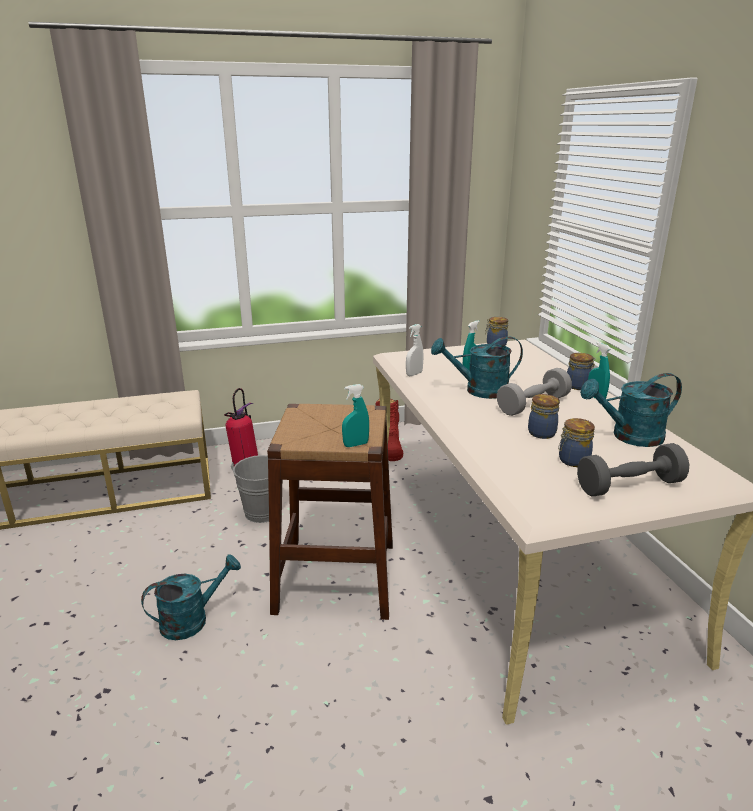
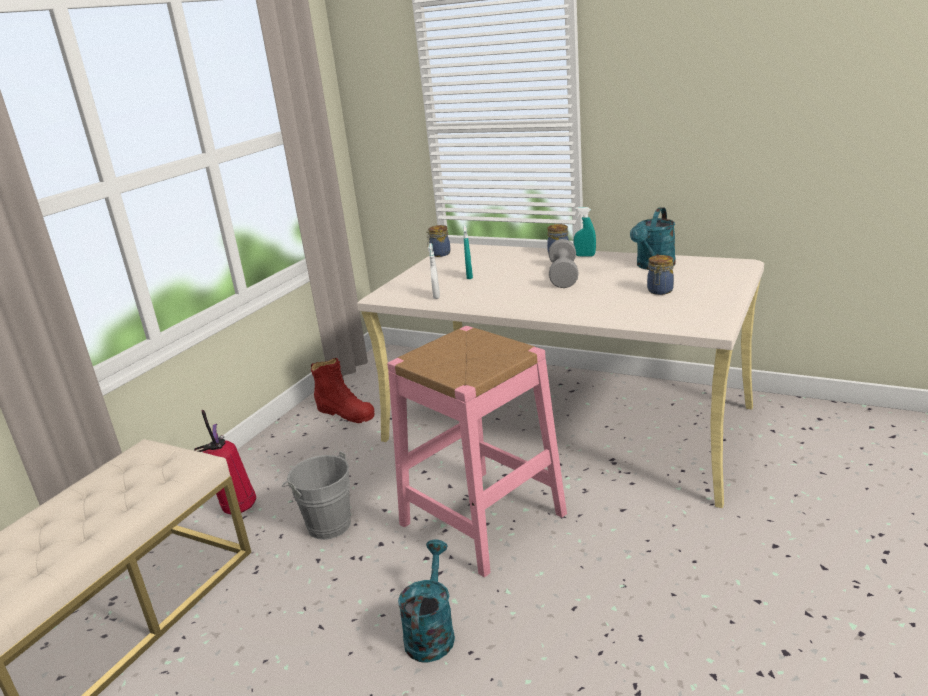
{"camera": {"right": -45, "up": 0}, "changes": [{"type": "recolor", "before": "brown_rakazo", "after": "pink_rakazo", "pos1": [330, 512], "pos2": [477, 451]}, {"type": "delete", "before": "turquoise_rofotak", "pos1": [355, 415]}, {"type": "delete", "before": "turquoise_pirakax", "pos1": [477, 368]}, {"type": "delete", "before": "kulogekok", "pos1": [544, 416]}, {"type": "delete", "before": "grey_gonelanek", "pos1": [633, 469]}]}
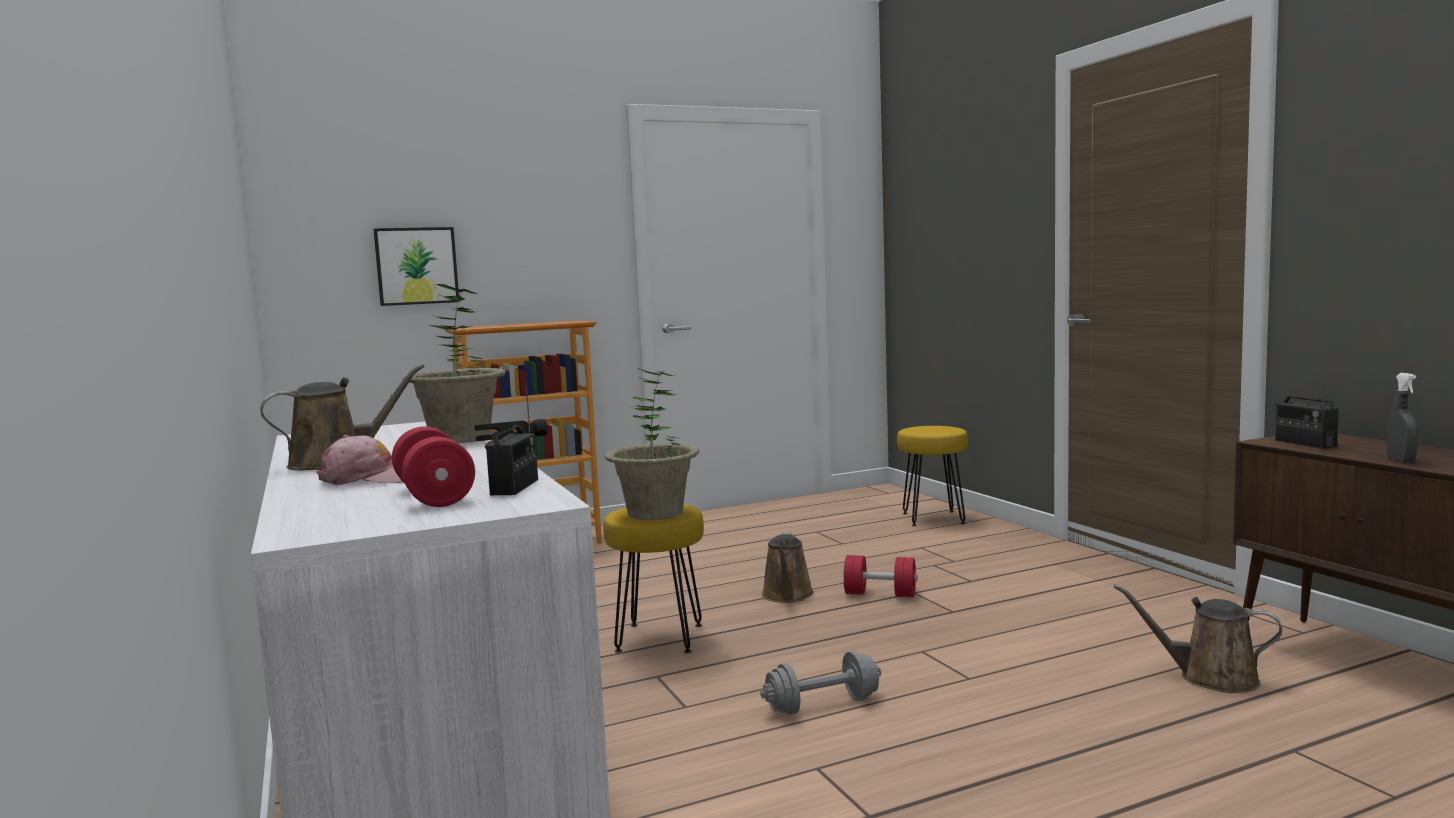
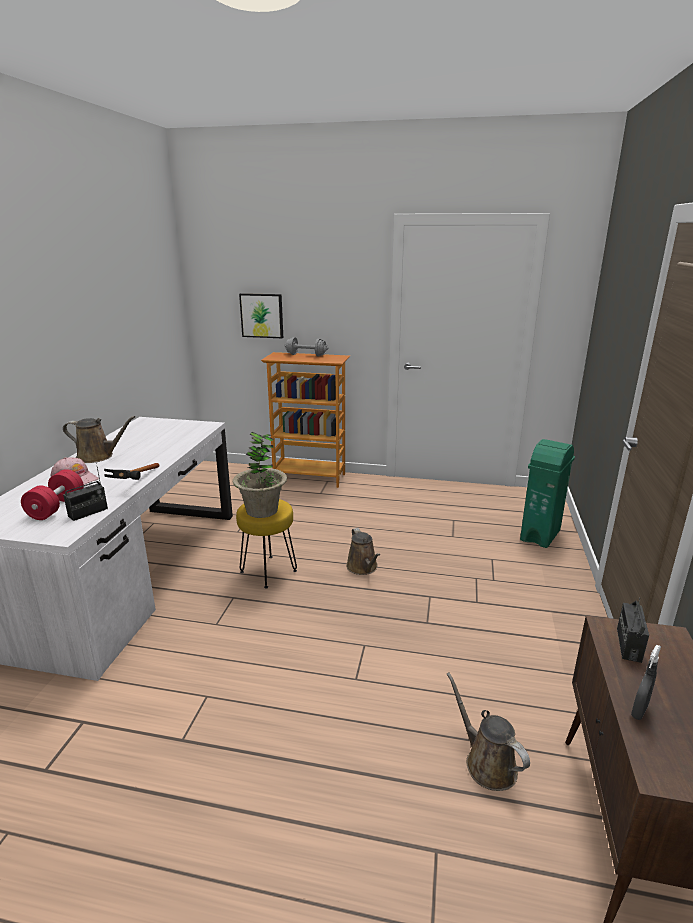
{"camera": {"right": 35, "up": 15}, "changes": [{"type": "delete", "before": "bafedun", "pos1": [454, 363]}, {"type": "move", "before": "grey_gonelanek", "pos1": [821, 683], "pos2": [306, 346]}, {"type": "rotate", "before": "brown_pirakax", "pos1": [788, 568], "pos2": [363, 551], "turn": -60}, {"type": "delete", "before": "red_gonelanek", "pos1": [880, 576]}, {"type": "replace", "before": "yellow_rakazo", "after": "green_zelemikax", "pos1": [932, 476], "pos2": [547, 493]}]}
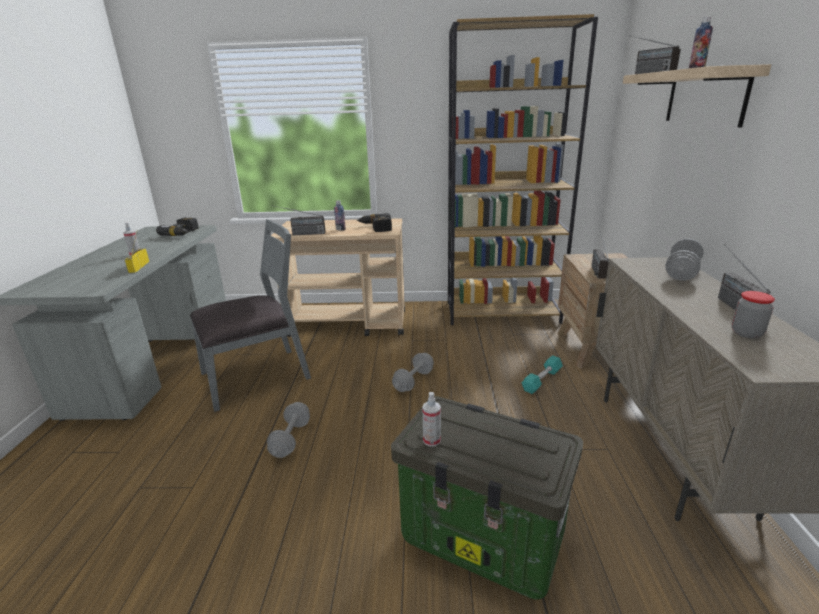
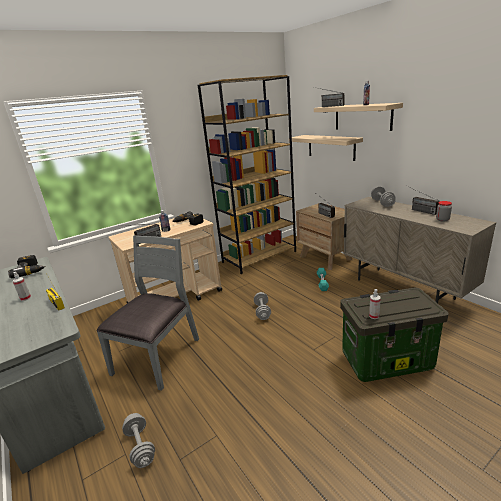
{"camera": {"right": -35, "up": 0}, "changes": [{"type": "move", "before": "grey_gonelanek", "pos1": [288, 430], "pos2": [138, 440]}, {"type": "insert", "after": "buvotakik", "pos2": [326, 148]}]}
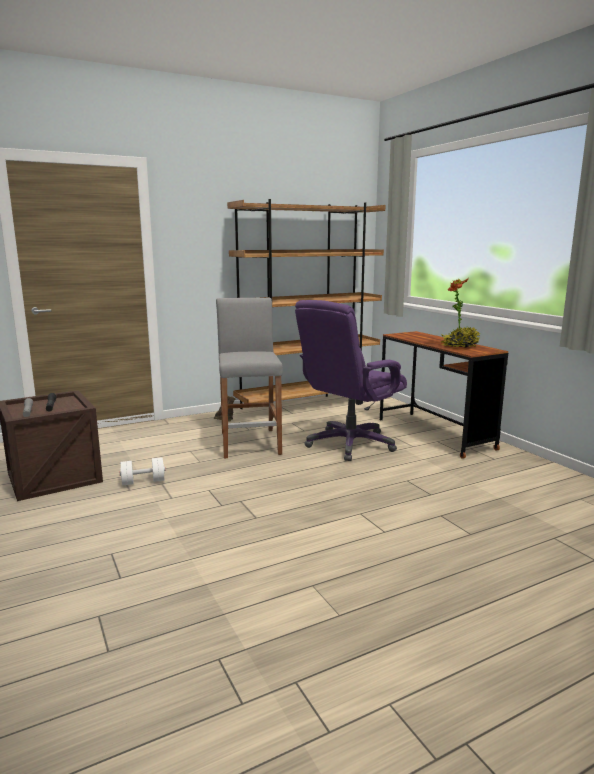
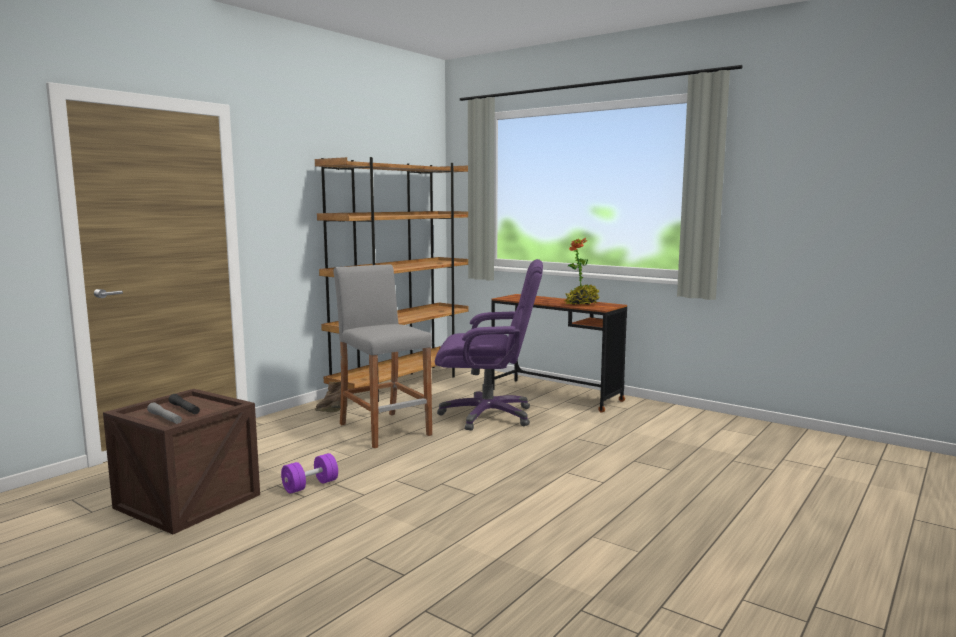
{"camera": {"right": -25, "up": -5}, "changes": [{"type": "recolor", "before": "white_gonelanek", "after": "purple_gonelanek", "pos1": [142, 471], "pos2": [309, 473]}, {"type": "rotate", "before": "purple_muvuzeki", "pos1": [351, 380], "pos2": [489, 345], "turn": -105}]}
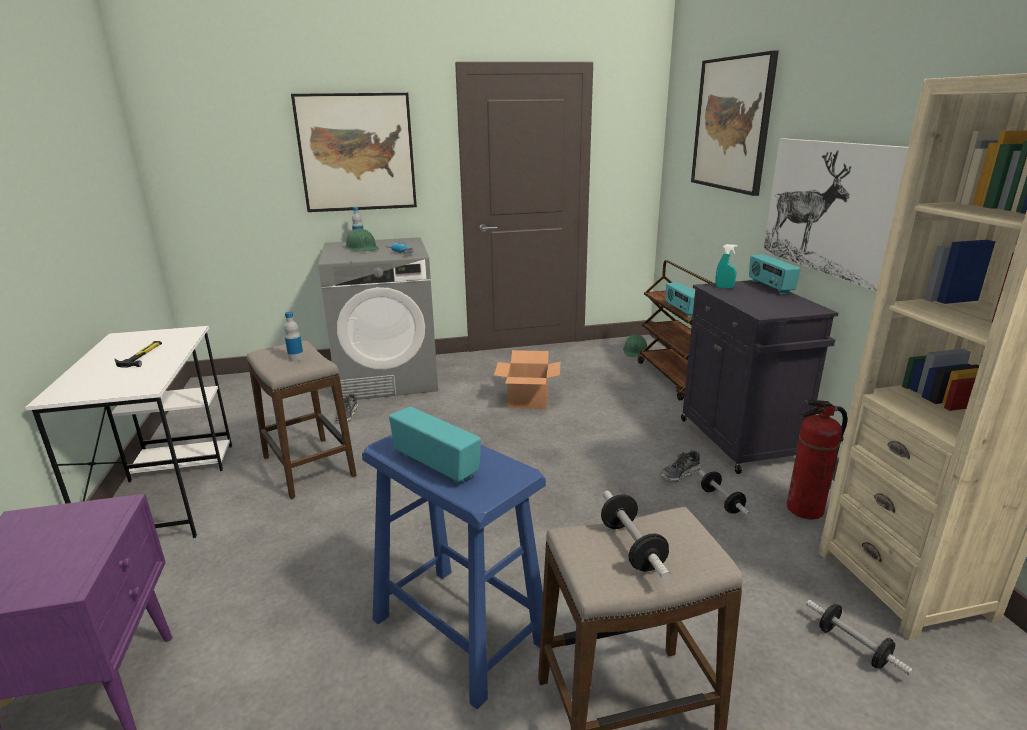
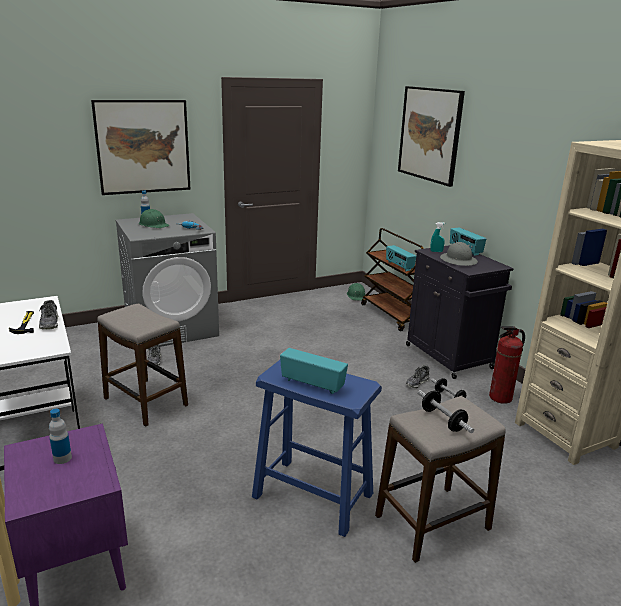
{"camera": {"right": -15, "up": 0}, "changes": [{"type": "move", "before": "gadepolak", "pos1": [294, 337], "pos2": [60, 436]}, {"type": "delete", "before": "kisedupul", "pos1": [527, 379]}, {"type": "delete", "before": "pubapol", "pos1": [835, 214]}, {"type": "delete", "before": "gonelanek", "pos1": [859, 638]}, {"type": "insert", "after": "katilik", "pos2": [48, 315]}, {"type": "insert", "after": "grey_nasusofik", "pos2": [459, 254]}]}
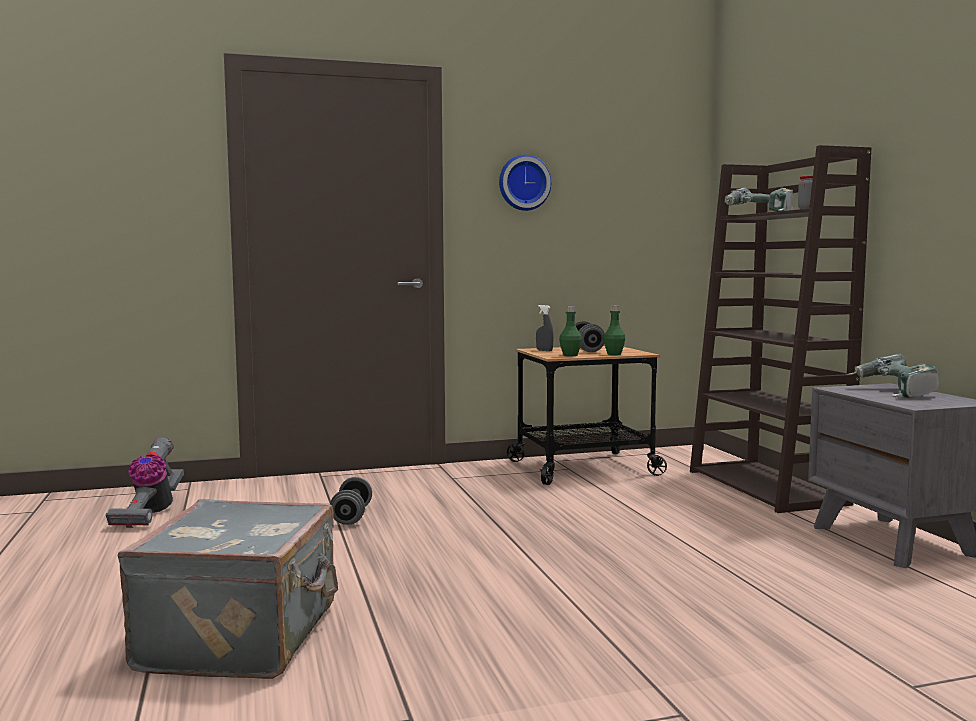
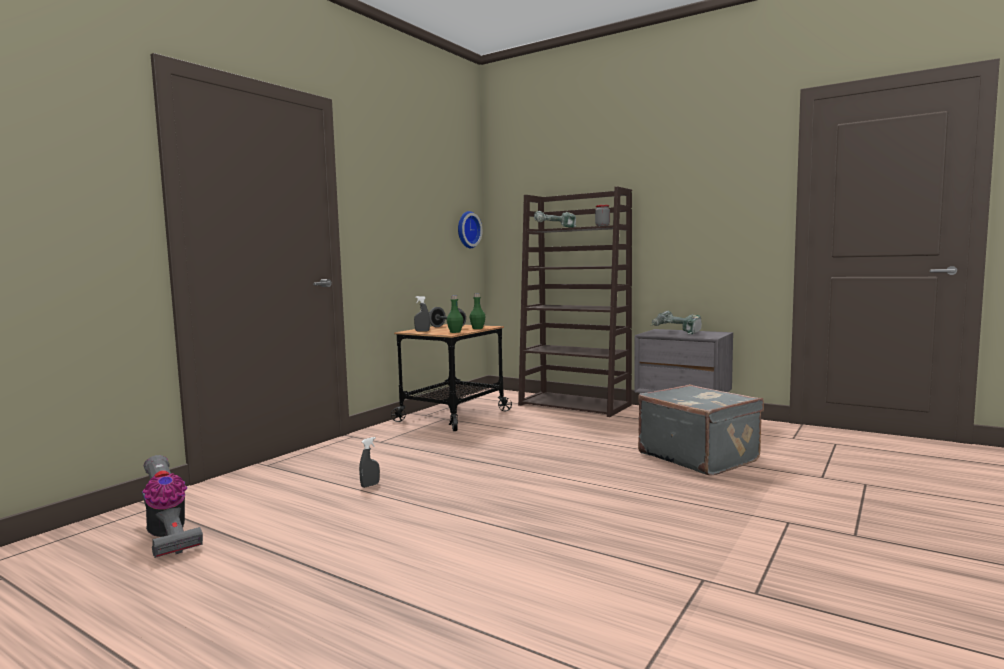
{"camera": {"right": -40, "up": 0}, "changes": [{"type": "move", "before": "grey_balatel", "pos1": [228, 589], "pos2": [701, 430]}, {"type": "replace", "before": "grey_gonelanek", "after": "grey_rofotak", "pos1": [351, 501], "pos2": [369, 462]}, {"type": "move", "before": "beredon", "pos1": [525, 183], "pos2": [470, 229]}]}
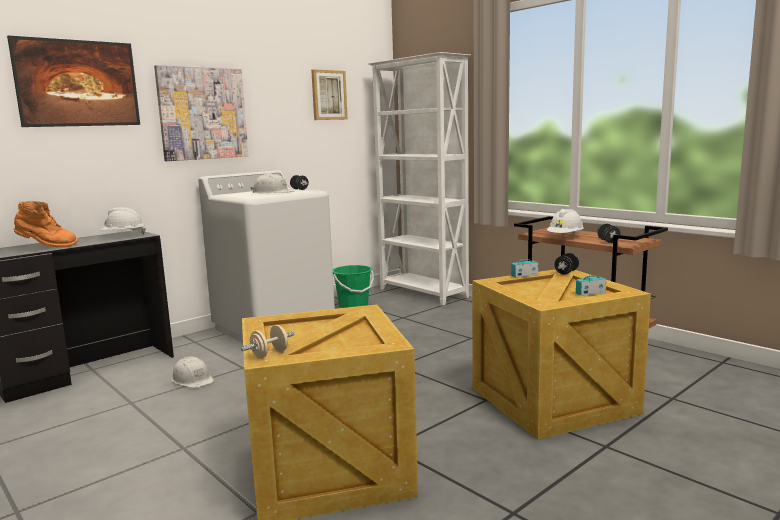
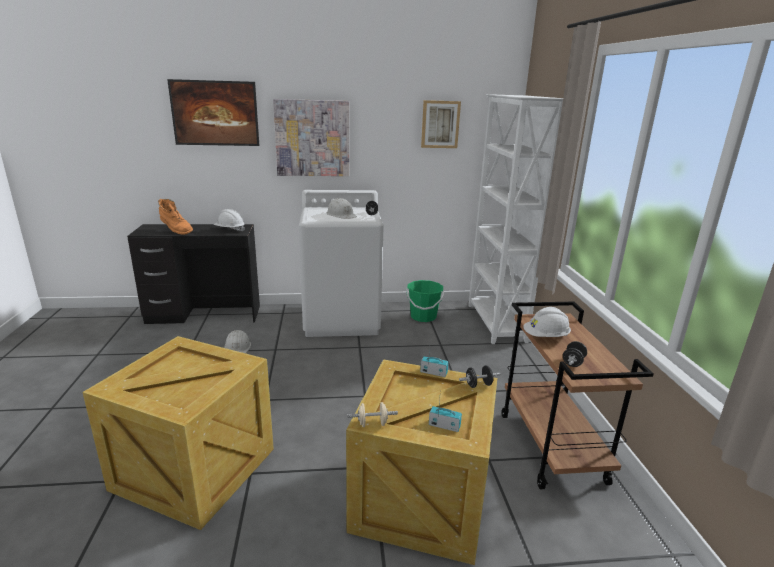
{"camera": {"right": 35, "up": 10}, "changes": [{"type": "move", "before": "beige_gonelanek", "pos1": [268, 341], "pos2": [372, 414]}]}
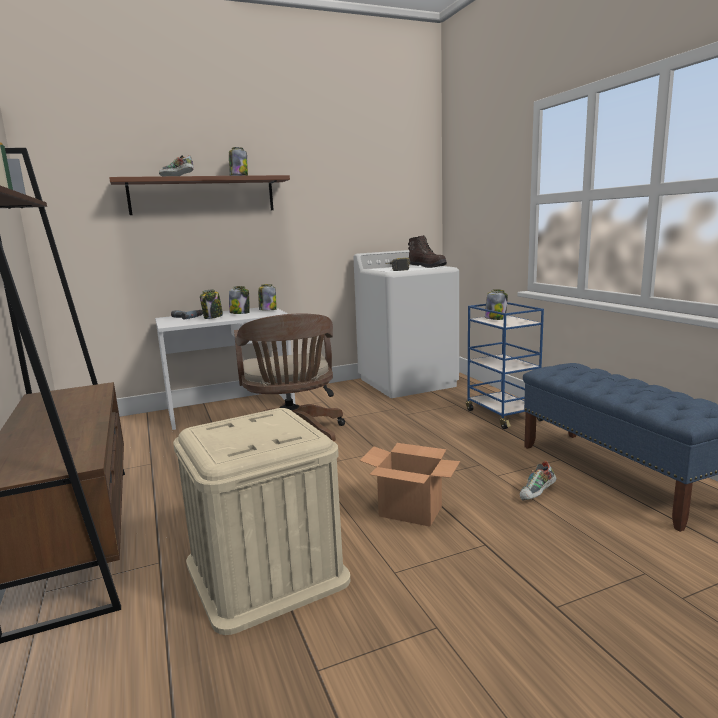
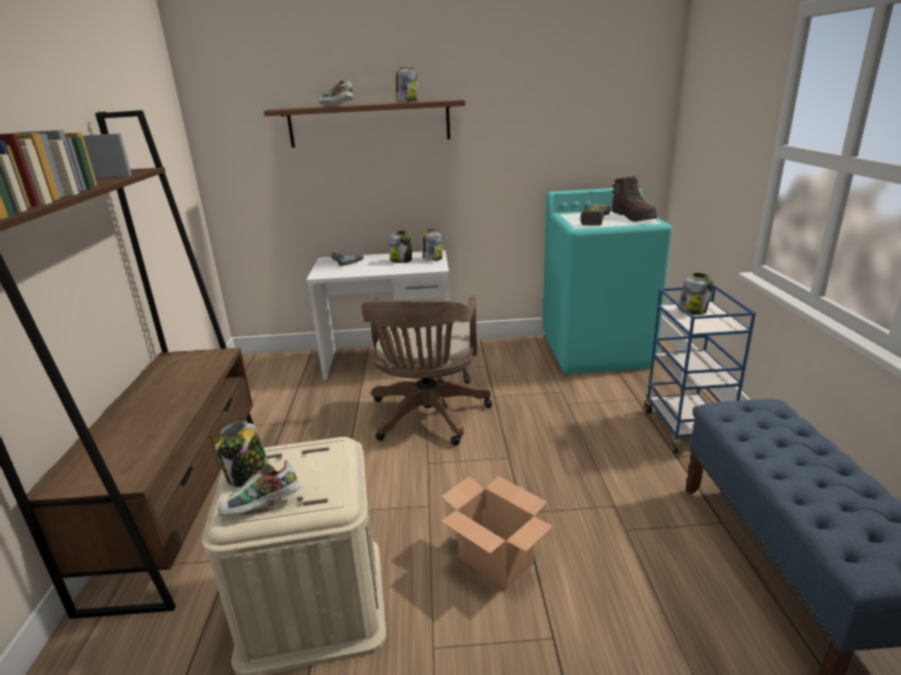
{"camera": {"right": 20, "up": 10}, "changes": [{"type": "move", "before": "kulogekok", "pos1": [211, 304], "pos2": [241, 454]}, {"type": "recolor", "before": "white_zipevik", "after": "turquoise_zipevik", "pos1": [406, 324], "pos2": [607, 281]}, {"type": "move", "before": "katilik", "pos1": [538, 480], "pos2": [259, 488]}]}
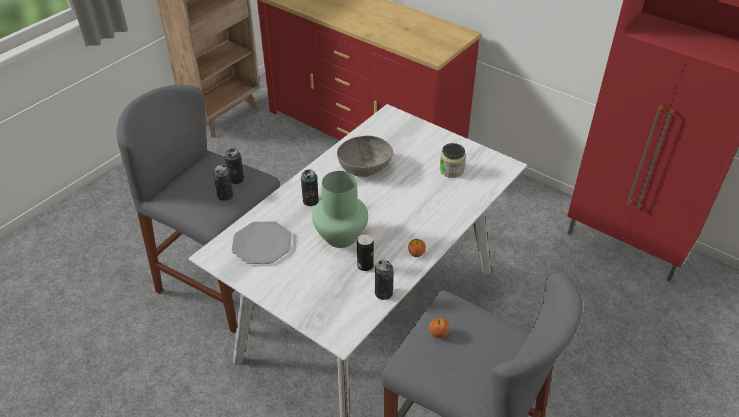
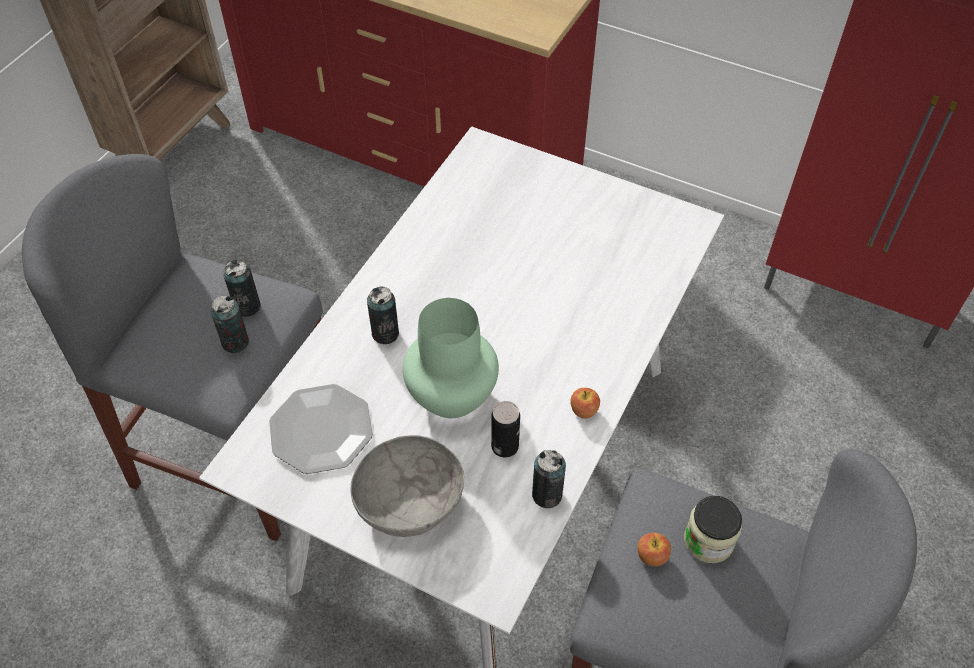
{"camera": {"right": -10, "up": 10}, "changes": [{"type": "move", "before": "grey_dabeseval", "pos1": [365, 156], "pos2": [407, 486]}, {"type": "move", "before": "kulogekok", "pos1": [452, 160], "pos2": [713, 529]}]}
